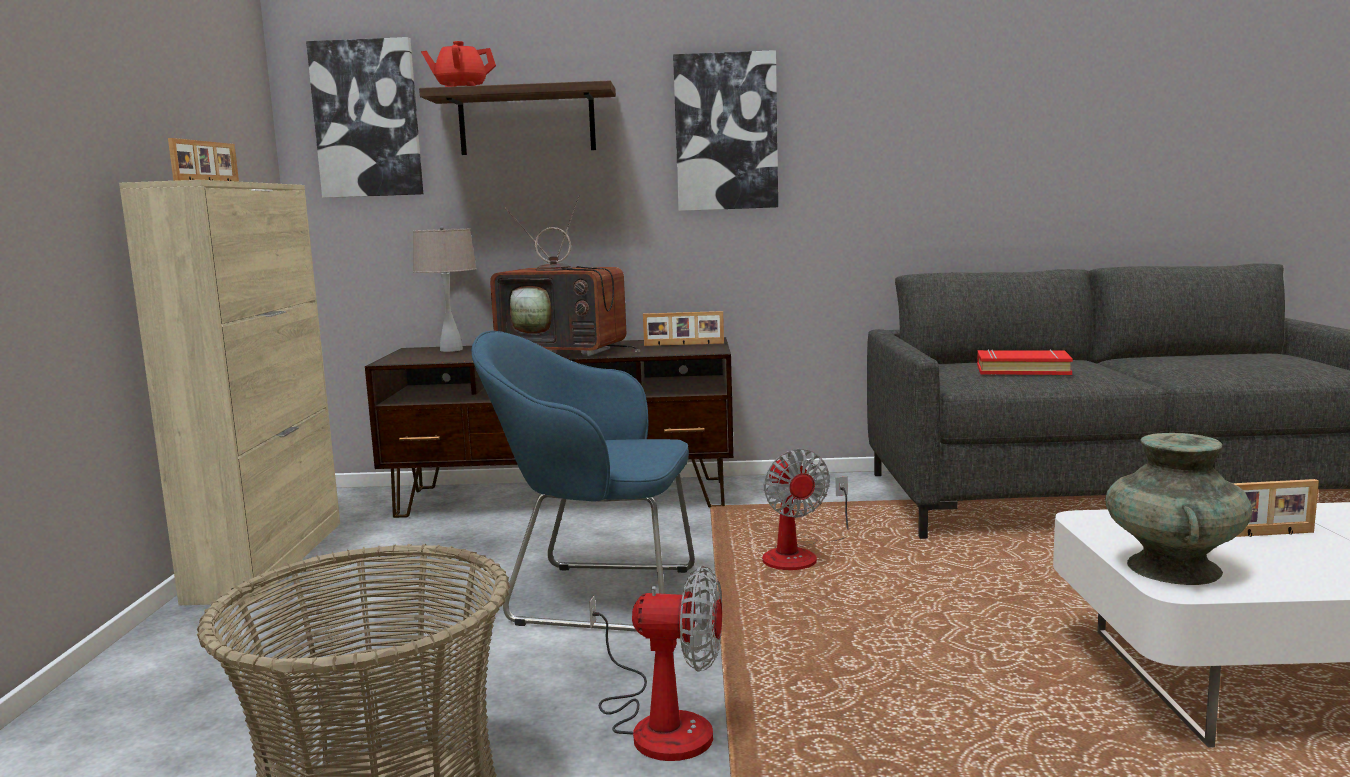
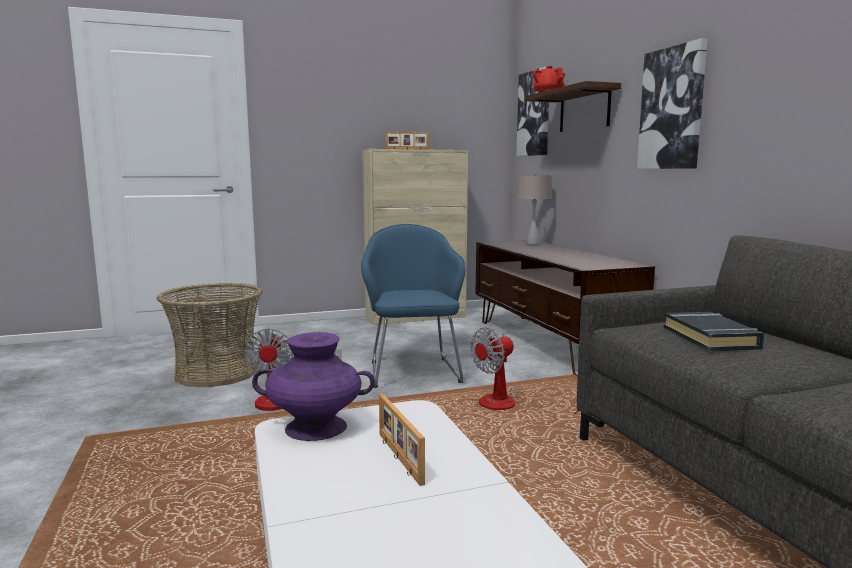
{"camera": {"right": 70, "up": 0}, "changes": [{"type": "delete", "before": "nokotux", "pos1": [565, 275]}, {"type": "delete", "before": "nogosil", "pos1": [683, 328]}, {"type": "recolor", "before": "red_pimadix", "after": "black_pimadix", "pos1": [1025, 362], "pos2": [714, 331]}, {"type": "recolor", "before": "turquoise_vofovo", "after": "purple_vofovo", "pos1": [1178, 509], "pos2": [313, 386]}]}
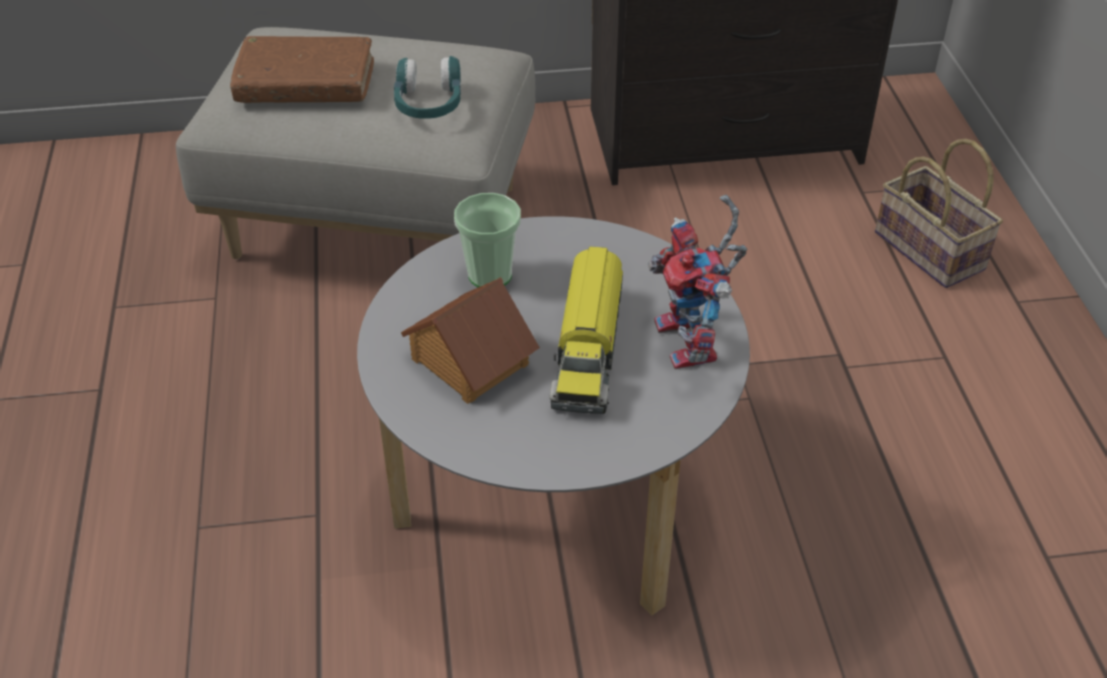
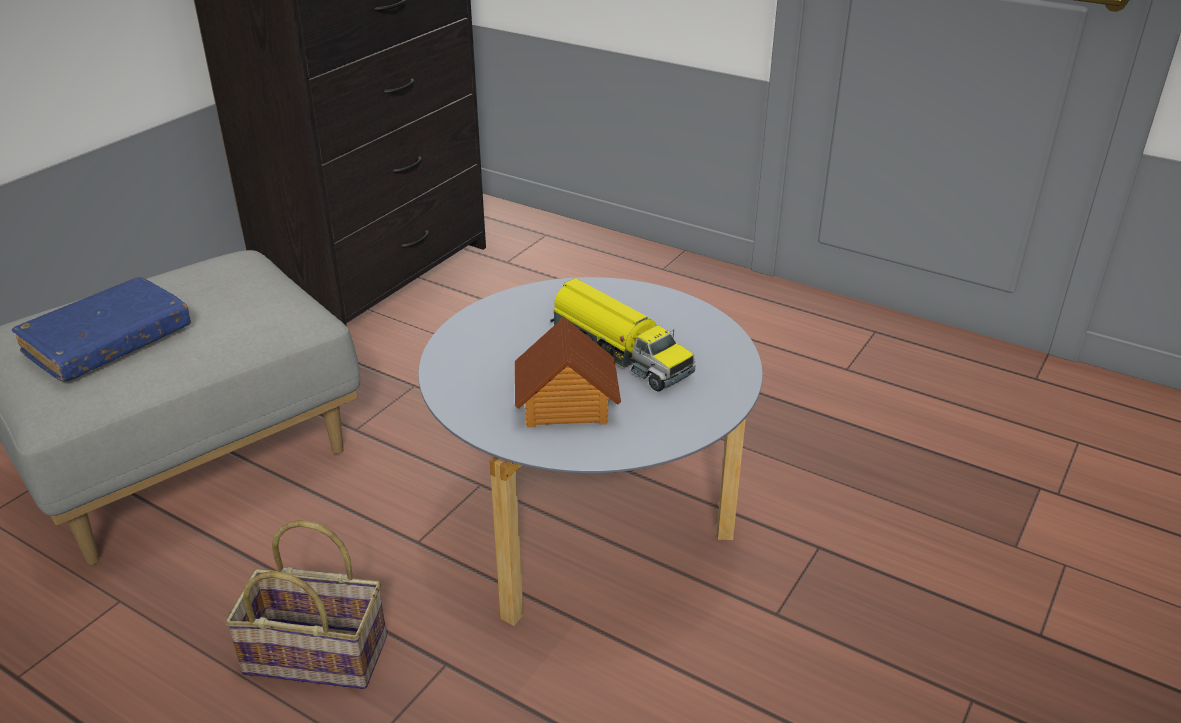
{"camera": {"right": -50, "up": -10}, "changes": [{"type": "recolor", "before": "brown_pimadix", "after": "blue_pimadix", "pos1": [302, 69], "pos2": [101, 329]}, {"type": "delete", "before": "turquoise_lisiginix", "pos1": [427, 87]}, {"type": "delete", "before": "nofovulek", "pos1": [487, 240]}, {"type": "delete", "before": "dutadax", "pos1": [698, 282]}, {"type": "move", "before": "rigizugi", "pos1": [939, 213], "pos2": [306, 604]}]}
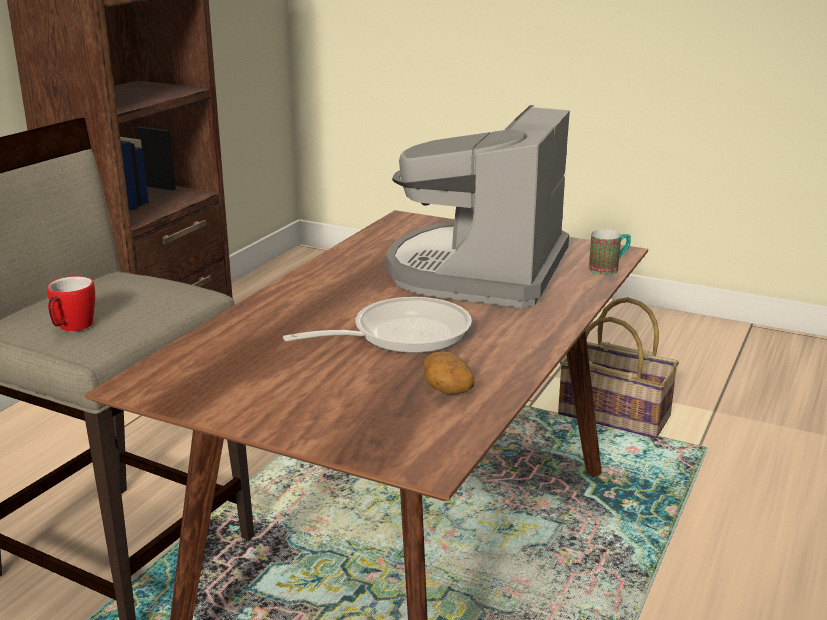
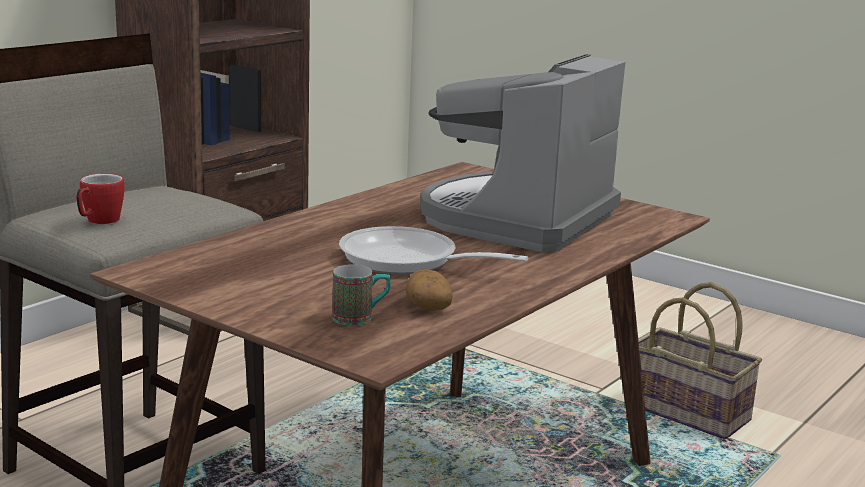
{"camera": {"right": 10, "up": -5}, "changes": [{"type": "rotate", "before": "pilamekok", "pos1": [377, 325], "pos2": [433, 250], "turn": -135}, {"type": "move", "before": "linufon", "pos1": [610, 252], "pos2": [361, 295]}]}
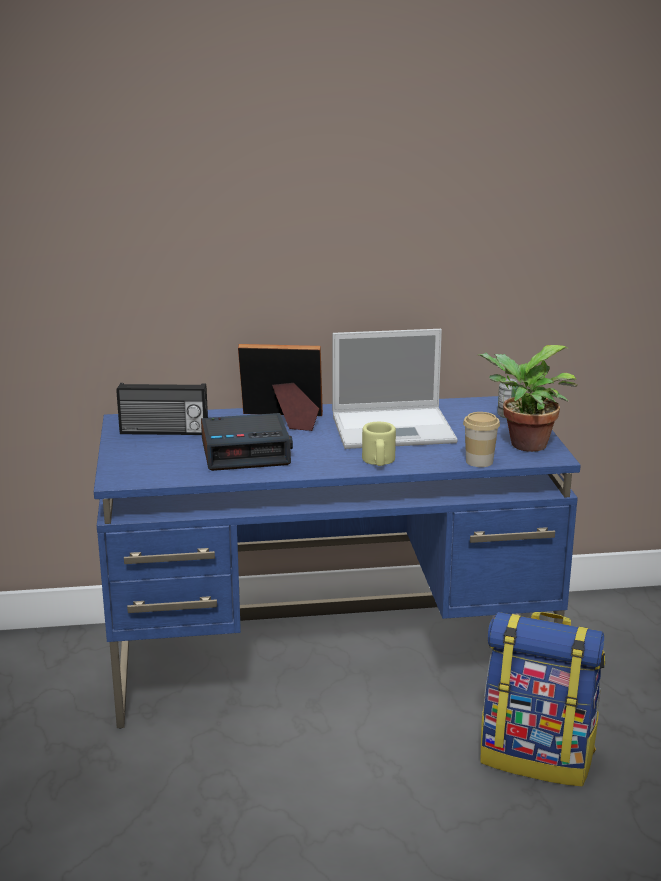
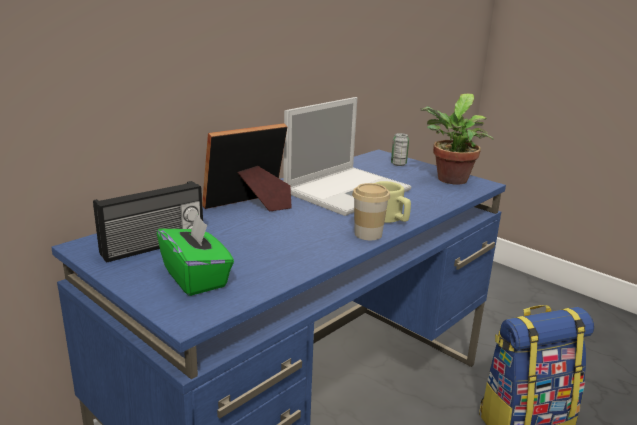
{"camera": {"right": -40, "up": 0}, "changes": [{"type": "delete", "before": "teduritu", "pos1": [247, 442]}, {"type": "move", "before": "nofovulek", "pos1": [481, 439], "pos2": [371, 211]}, {"type": "insert", "after": "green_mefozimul", "pos2": [195, 254]}]}
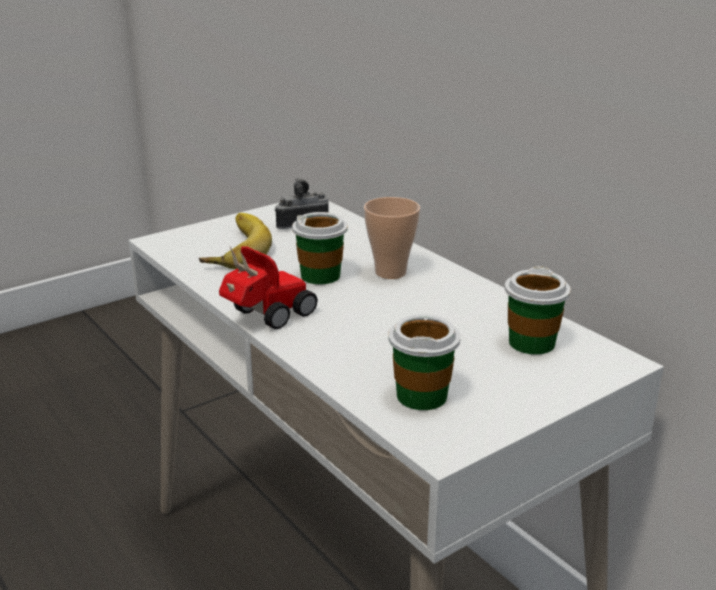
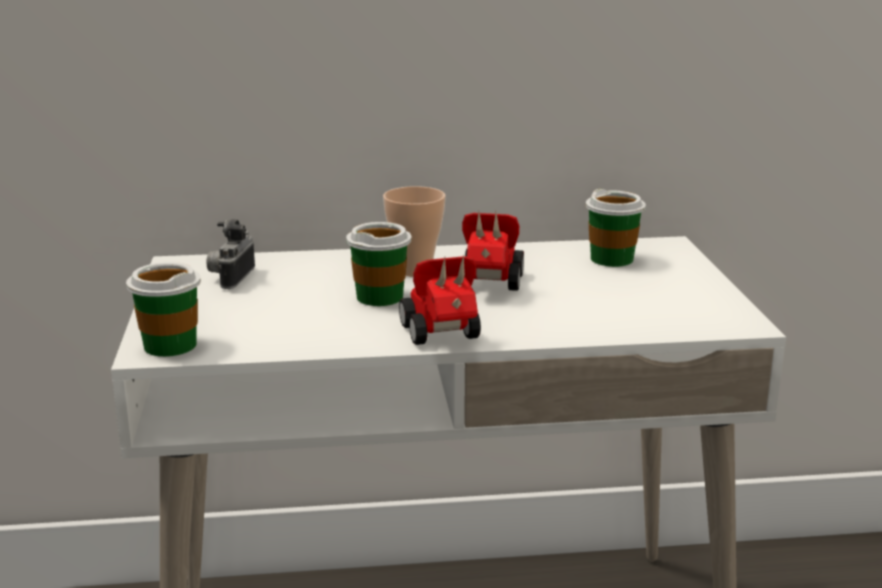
{"camera": {"right": -60, "up": -5}, "changes": [{"type": "delete", "before": "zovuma", "pos1": [235, 241]}, {"type": "move", "before": "nofovulek", "pos1": [424, 362], "pos2": [163, 309]}, {"type": "insert", "after": "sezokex", "pos2": [493, 251]}]}
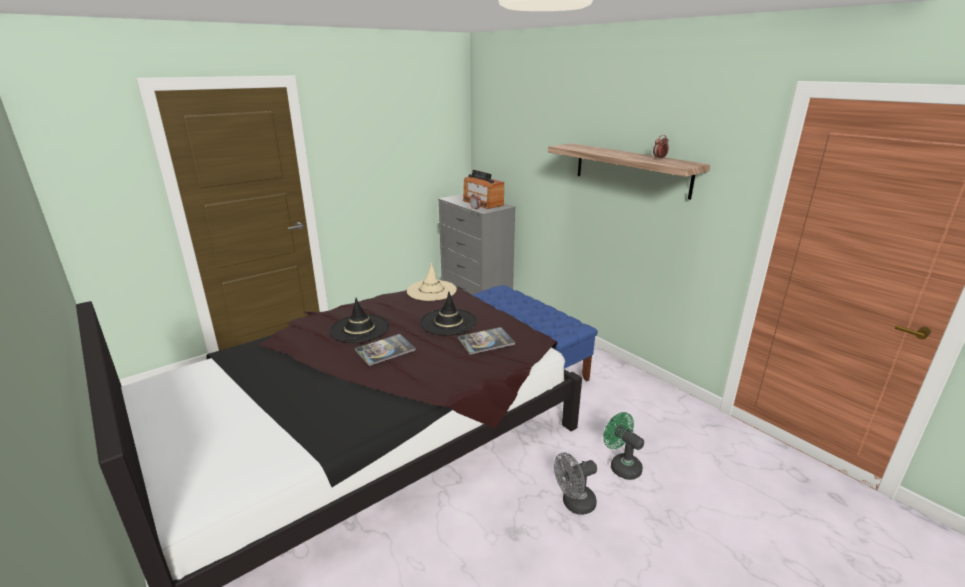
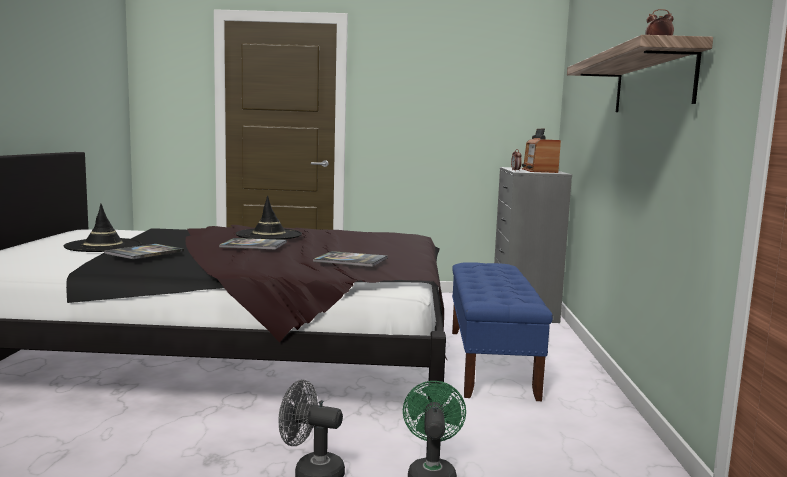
{"camera": {"right": 40, "up": -15}, "changes": [{"type": "delete", "before": "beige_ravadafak", "pos1": [432, 281]}, {"type": "move", "before": "black_ravadafak", "pos1": [448, 314], "pos2": [103, 228]}, {"type": "insert", "after": "pimadix", "pos2": [144, 251]}]}
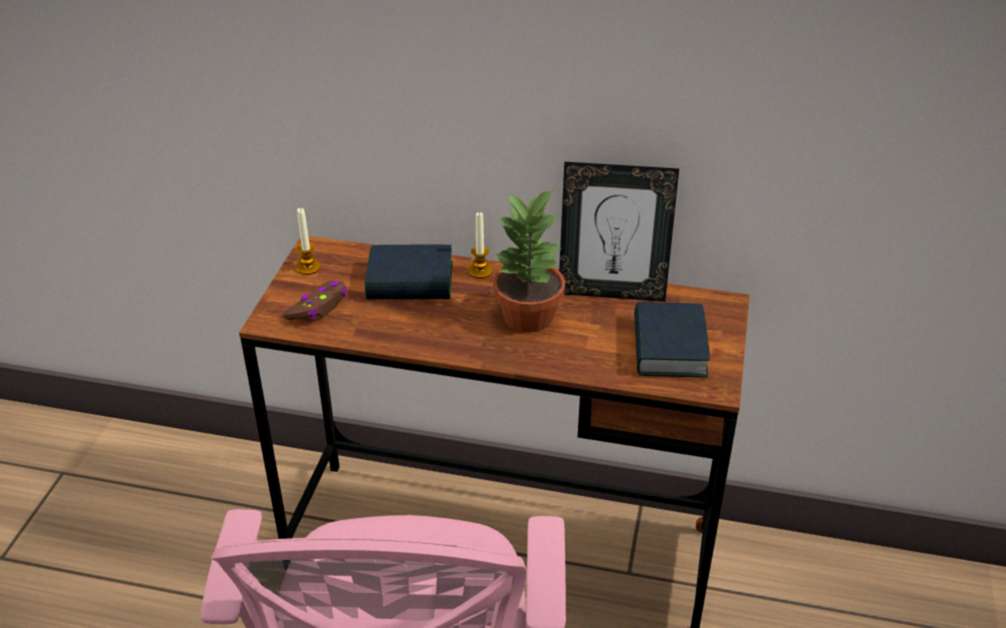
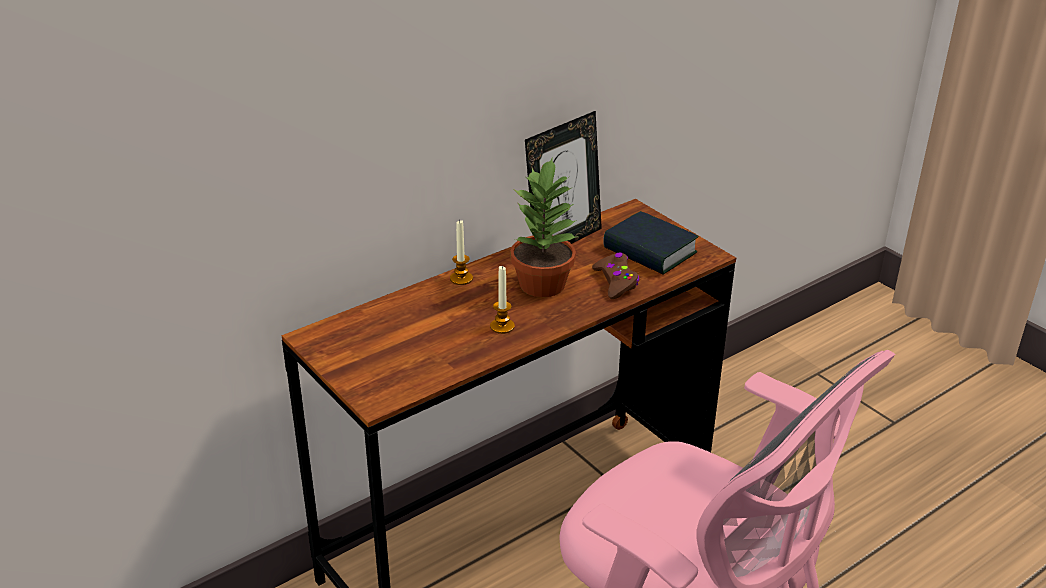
{"camera": {"right": -50, "up": -5}, "changes": [{"type": "move", "before": "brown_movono", "pos1": [315, 301], "pos2": [615, 276]}, {"type": "move", "before": "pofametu", "pos1": [308, 241], "pos2": [502, 300]}, {"type": "delete", "before": "pimadix", "pos1": [409, 272]}]}
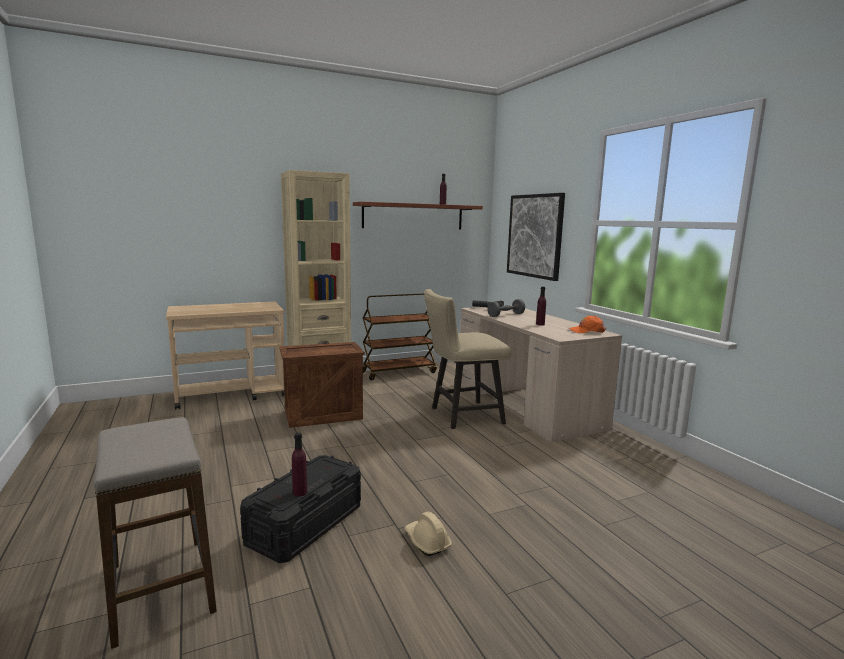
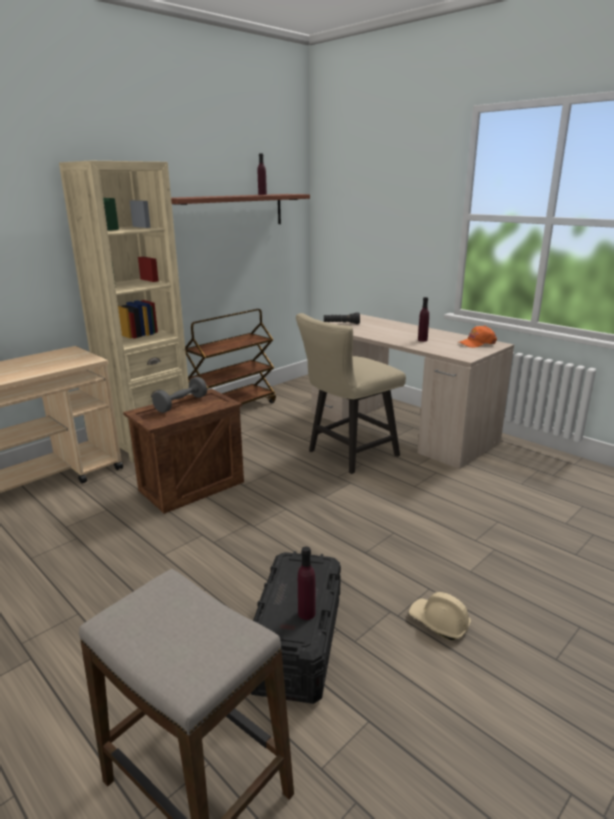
{"camera": {"right": -20, "up": 10}, "changes": [{"type": "move", "before": "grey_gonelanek", "pos1": [506, 308], "pos2": [179, 395]}, {"type": "delete", "before": "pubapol", "pos1": [536, 237]}]}
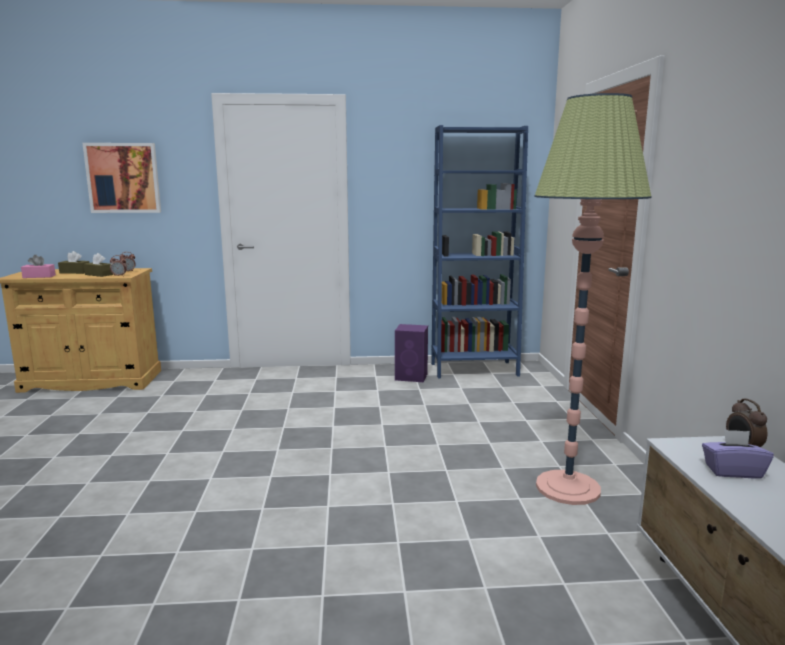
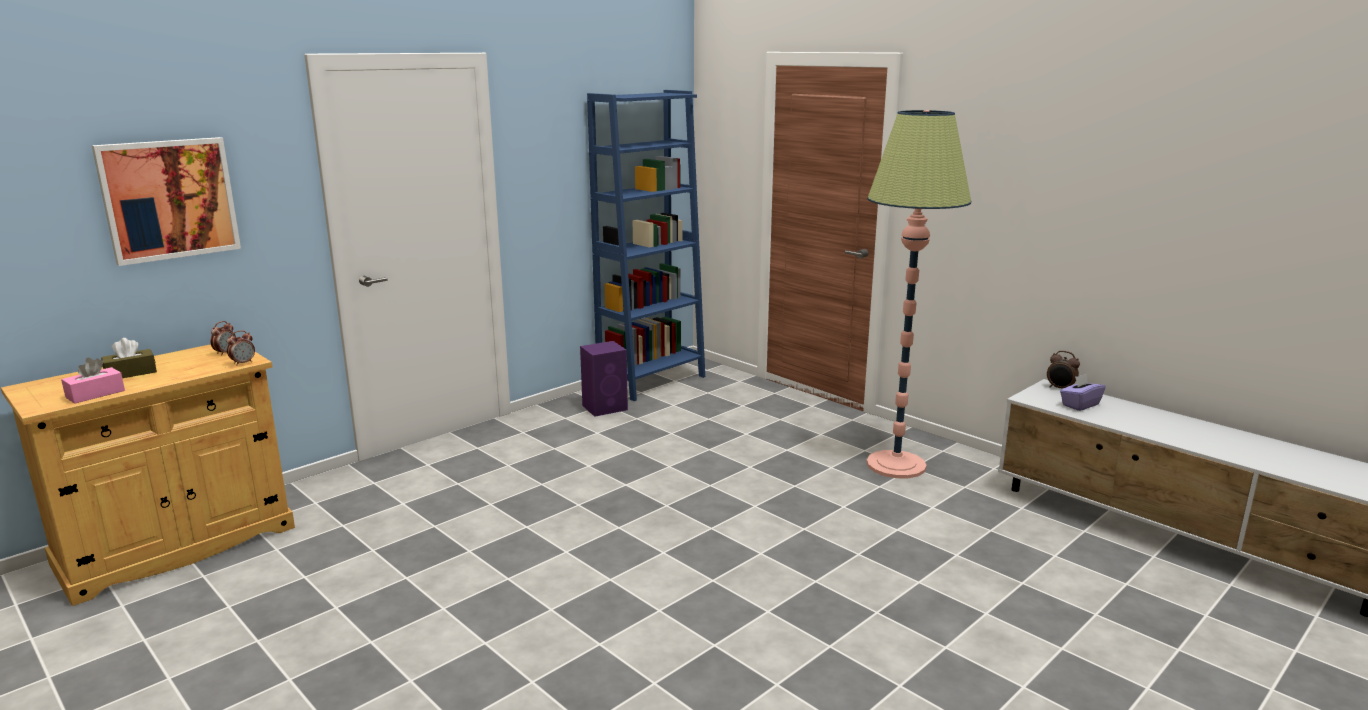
{"camera": {"right": -40, "up": 5}, "changes": [{"type": "delete", "before": "brown_mefozimul", "pos1": [98, 265]}]}
